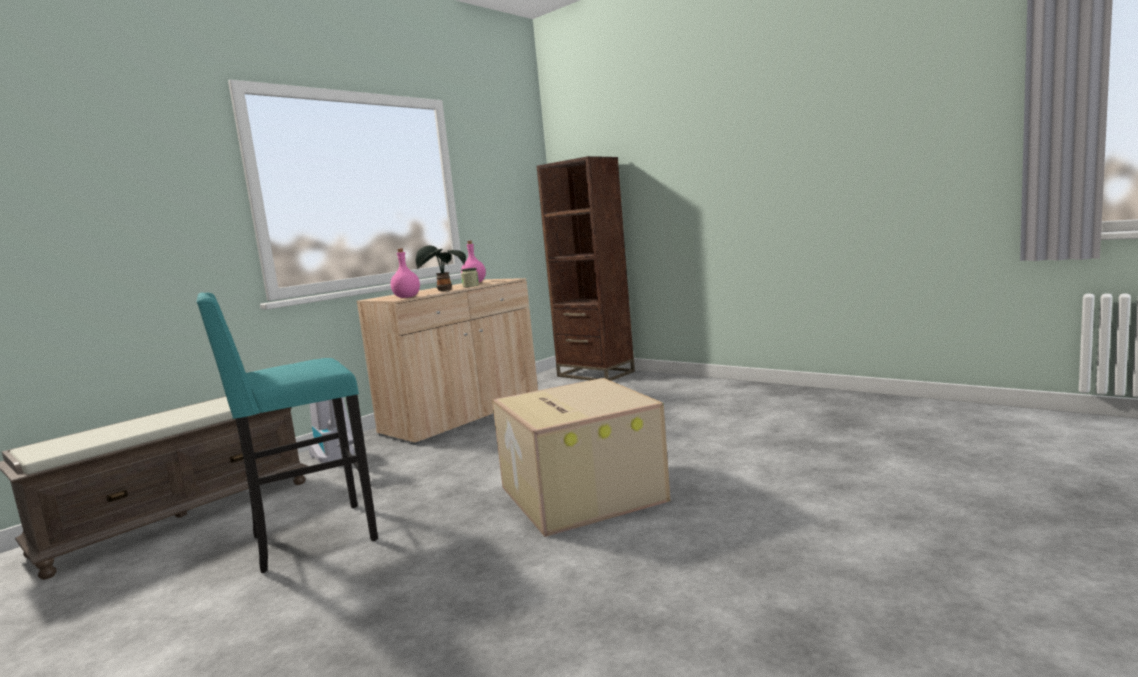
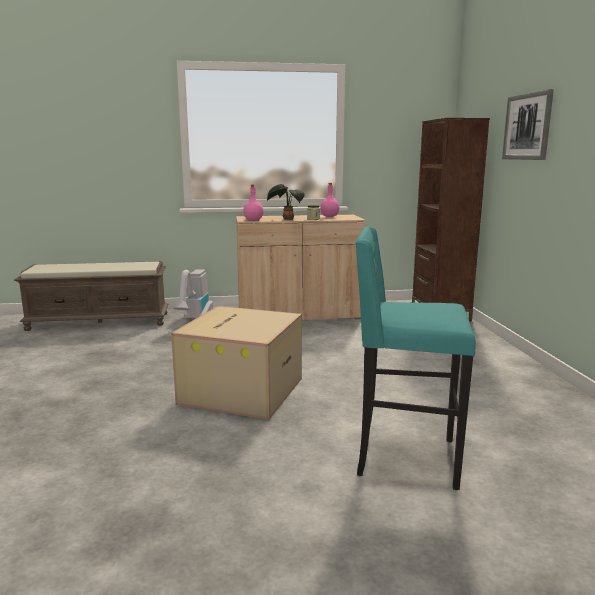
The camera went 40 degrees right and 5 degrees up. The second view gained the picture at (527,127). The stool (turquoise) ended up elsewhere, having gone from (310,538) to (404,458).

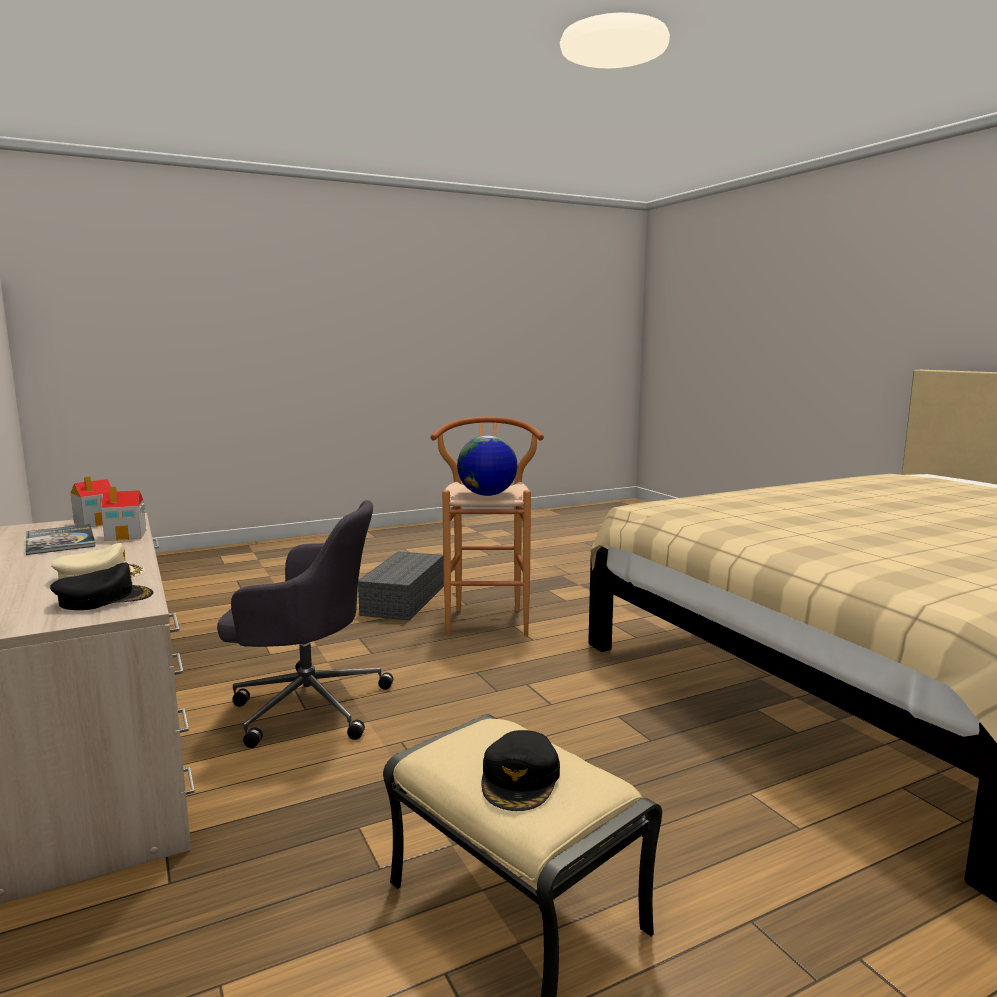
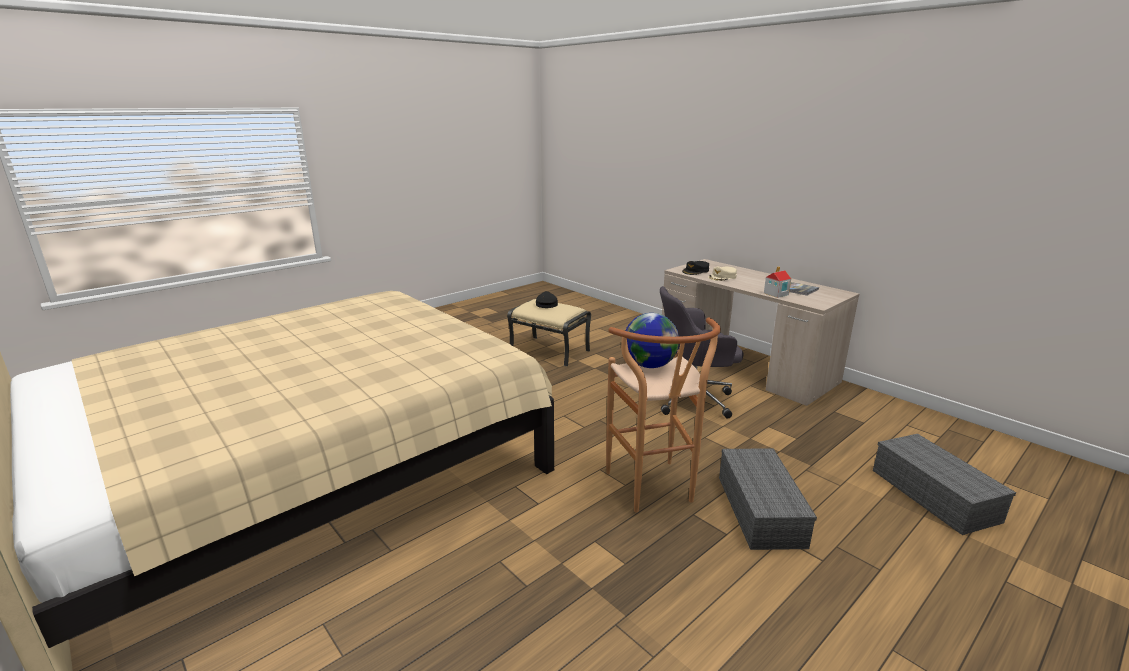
The camera went 165 degrees right and 10 degrees up. The second view lost the toy house at (96,522). The second view gained the storage box (grey) at (936,495).

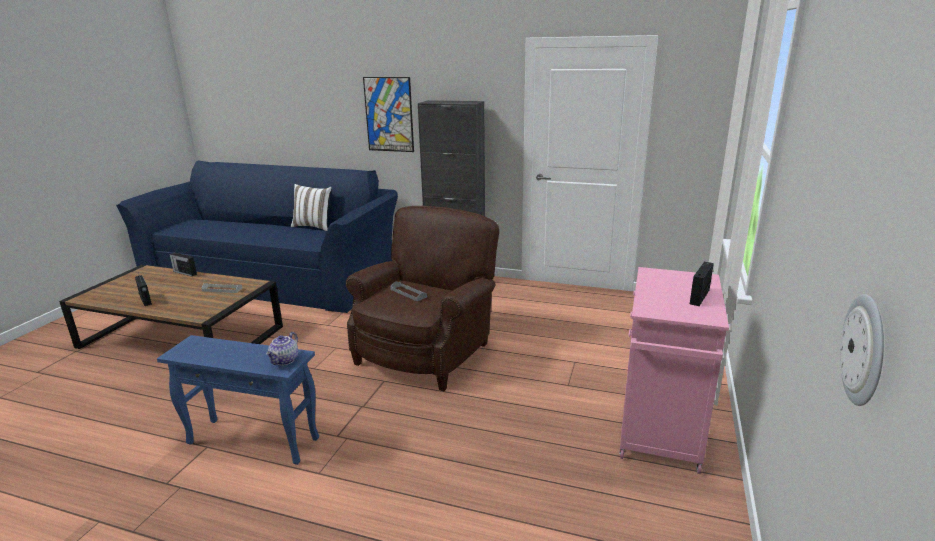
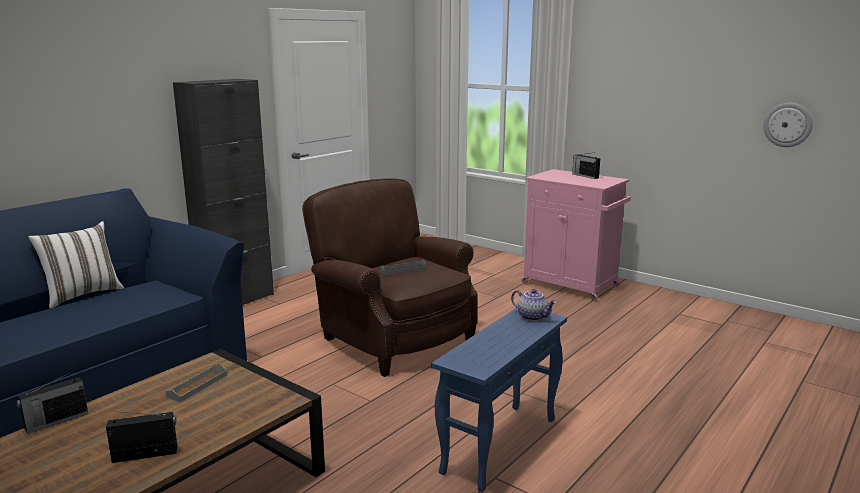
The camera went 70 degrees left and 5 degrees down. The second view lost the picture at (389,114).

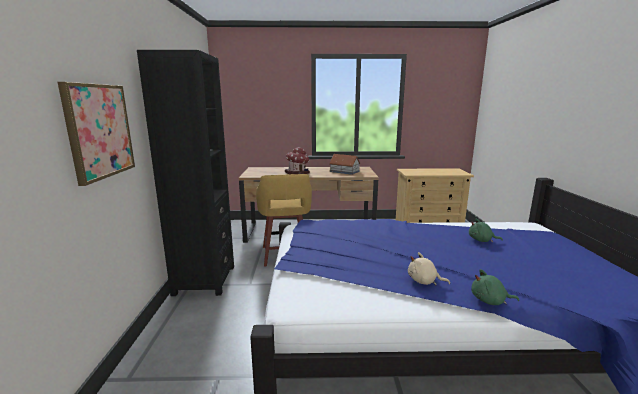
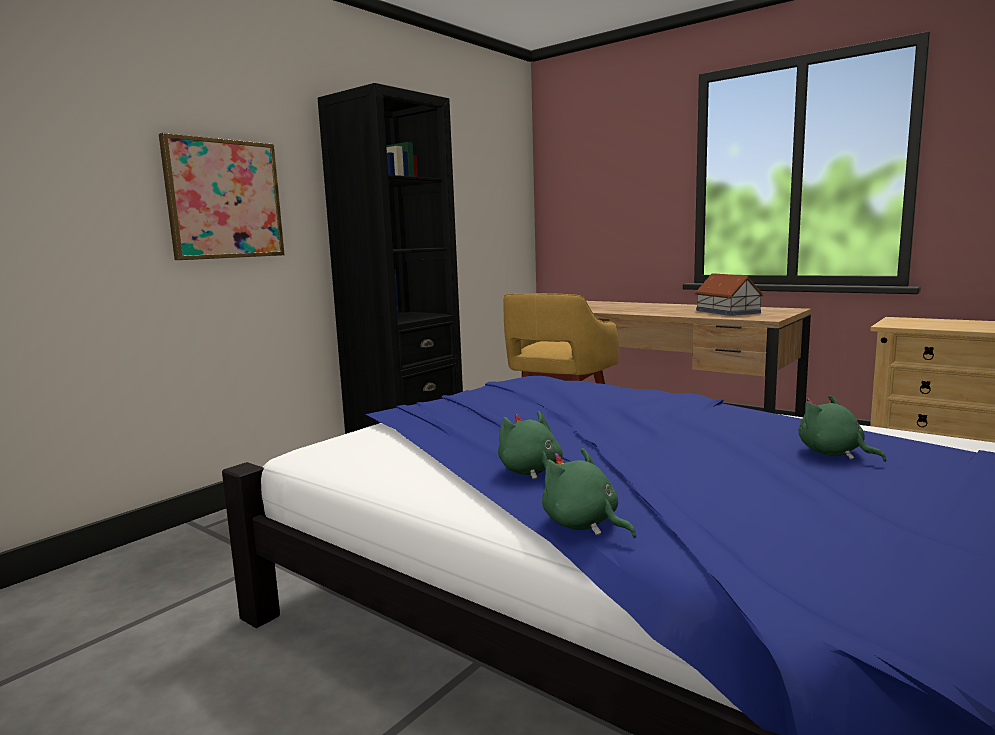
The camera went 40 degrees right and 5 degrees down. The second view lost the toy house at (297,173). What was the plush toy (beige) at (424,281) turned into the plush toy (green) at (531,472).

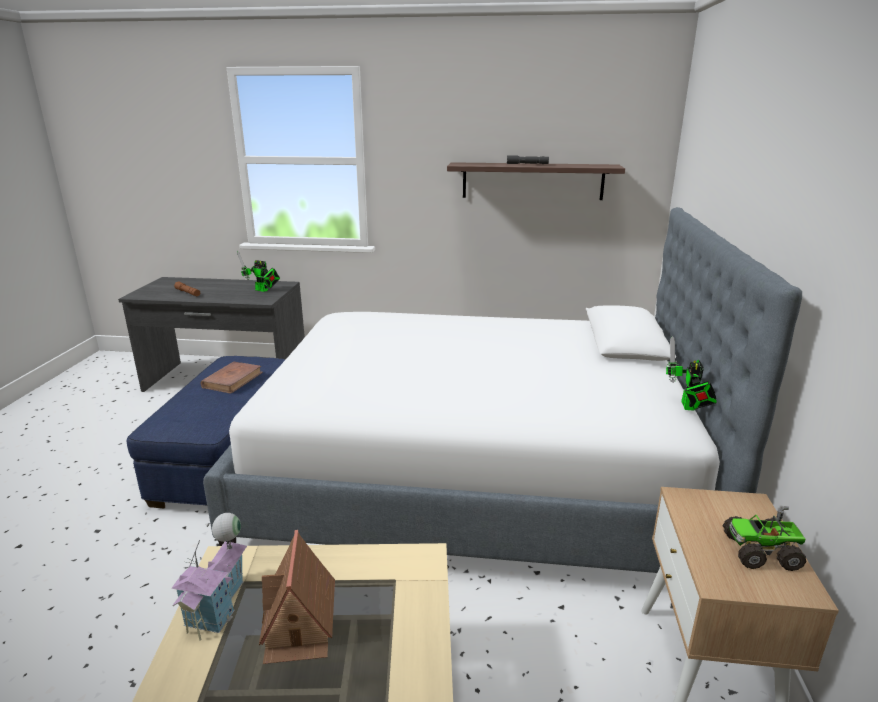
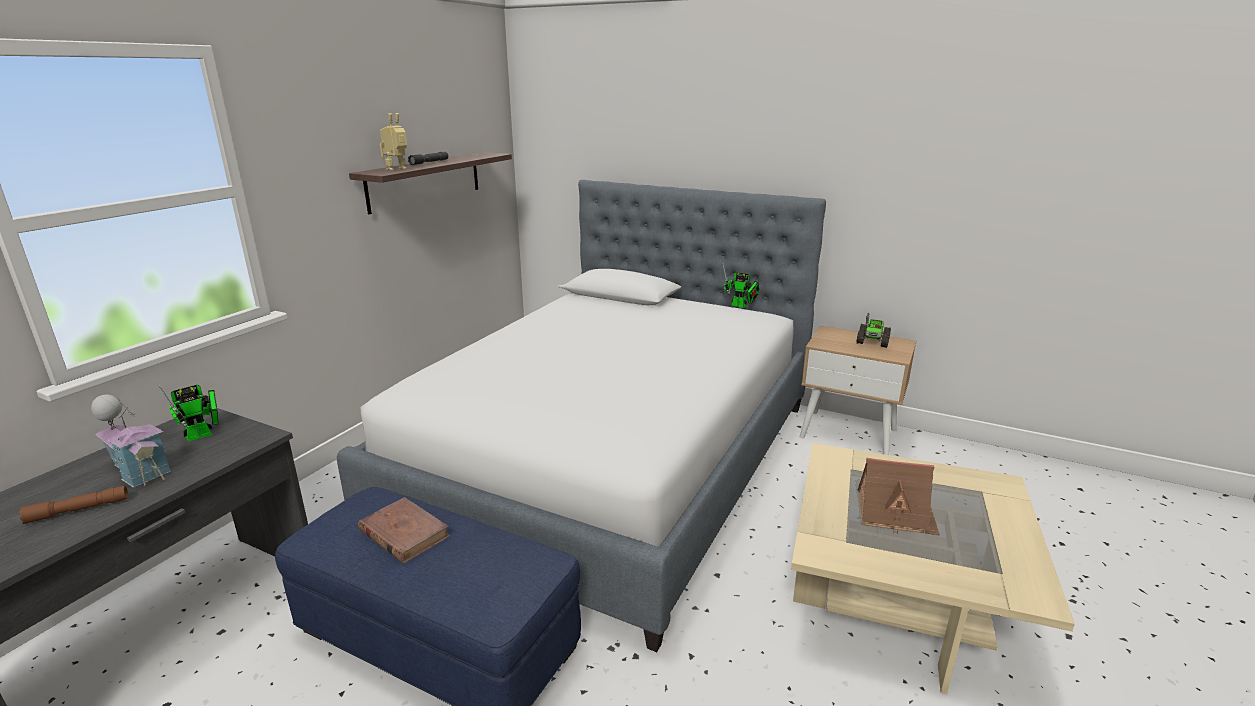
The camera went 70 degrees left and 0 degrees up. The second view gained the toy robot at (398,169). The toy house ended up elsewhere, having gone from (219,605) to (139,470).

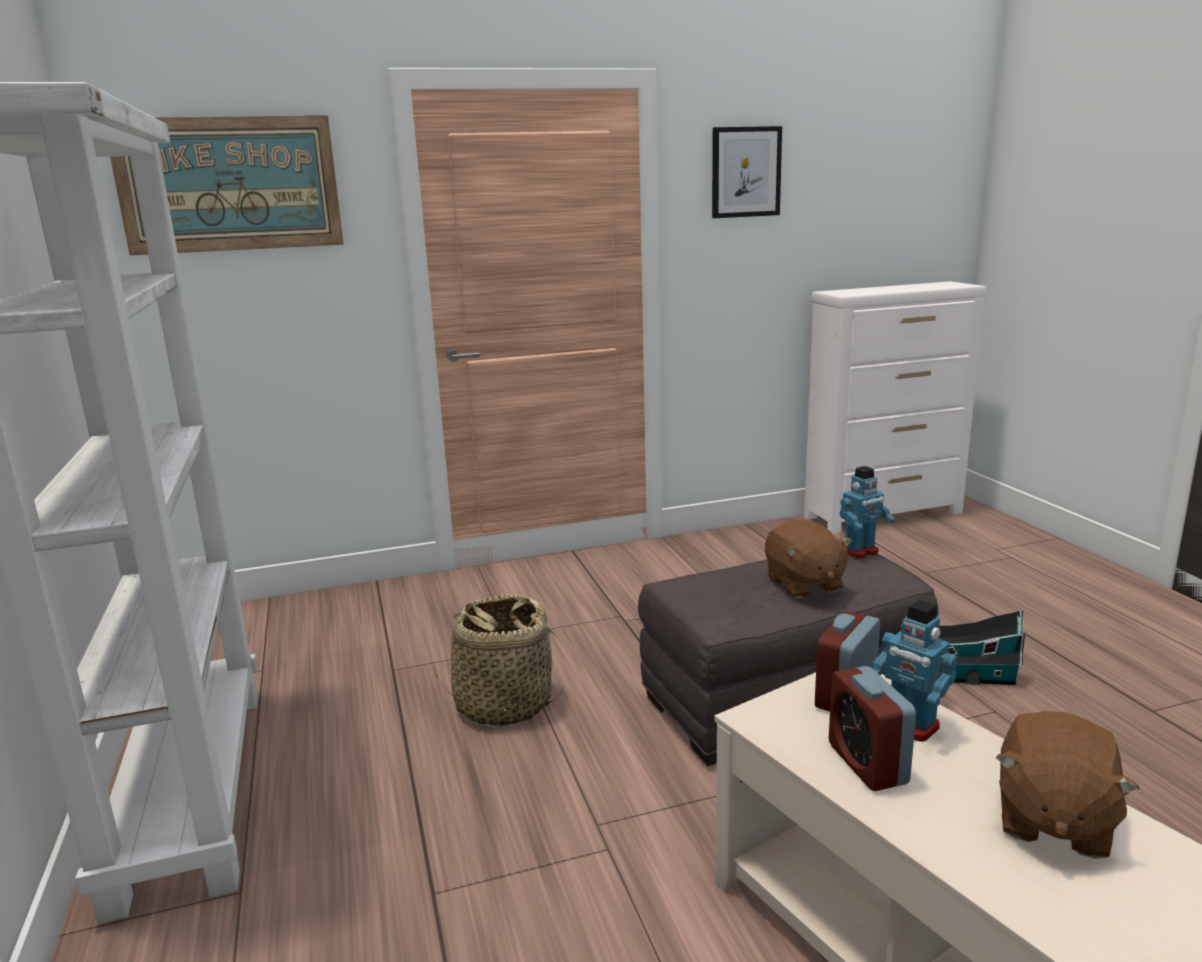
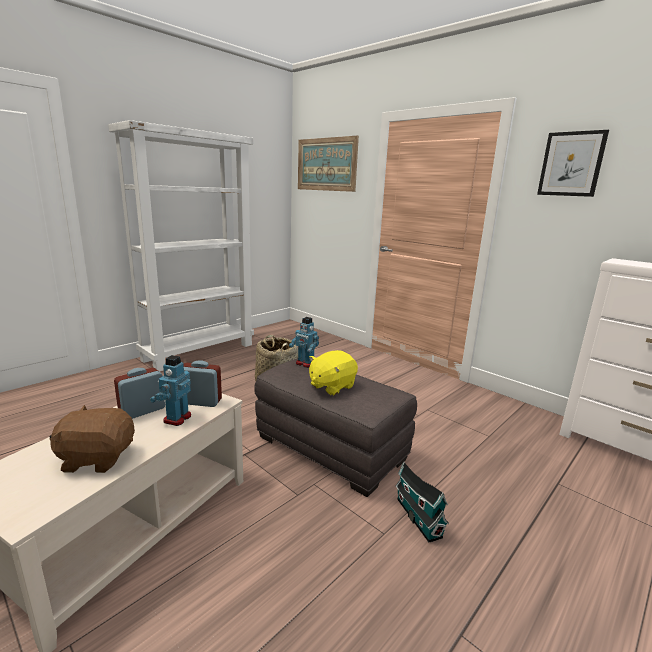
The camera went 60 degrees right and 0 degrees up. The toy robot ended up elsewhere, having gone from (860,552) to (305,364). What was the plush toy (brown) at (803,584) turned into the plush toy (yellow) at (331,386).

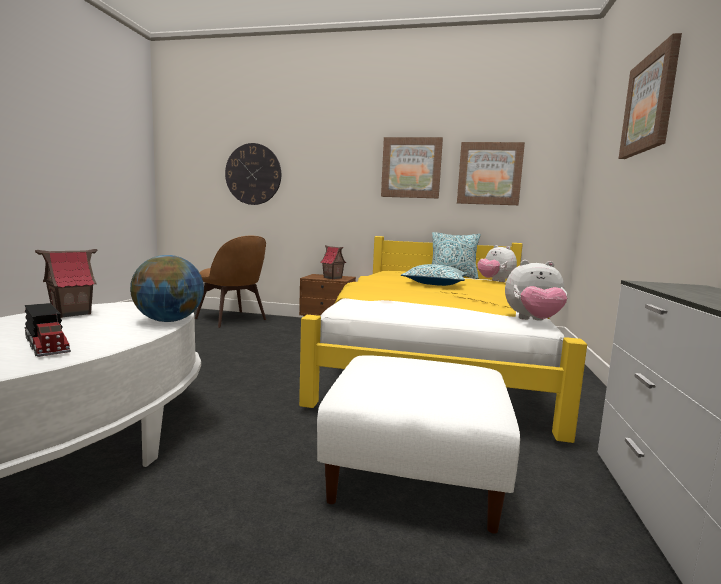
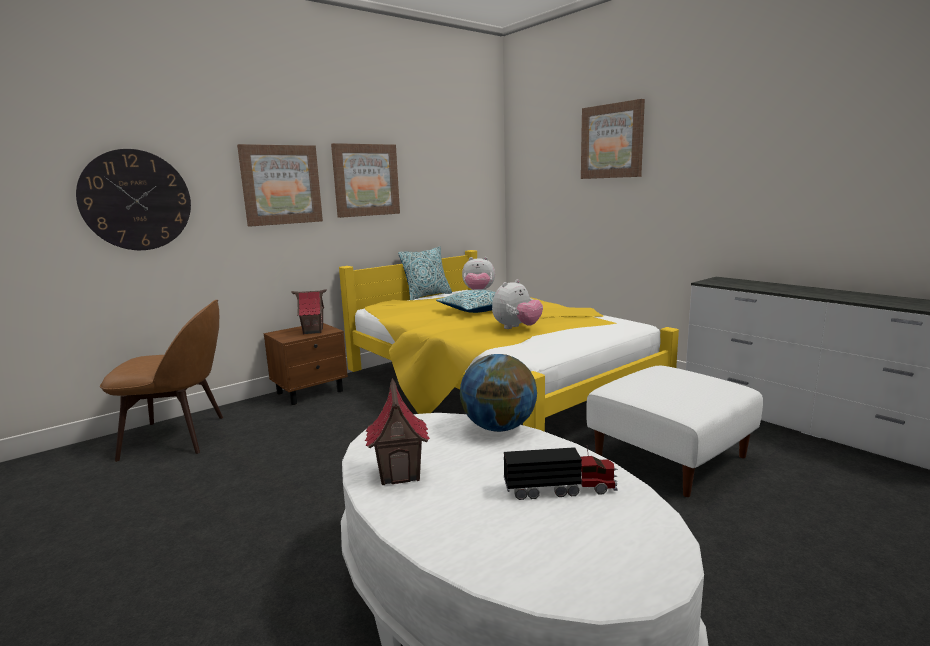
The camera went 50 degrees left and 5 degrees up. The picture ended up elsewhere, having gone from (489,174) to (281,185). The plush toy ended up elsewhere, having gone from (533,321) to (516,328).

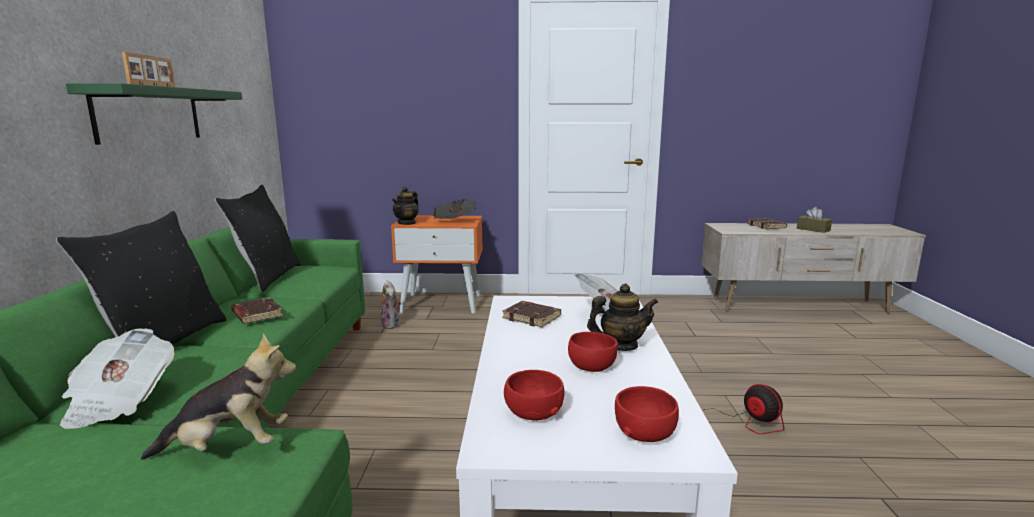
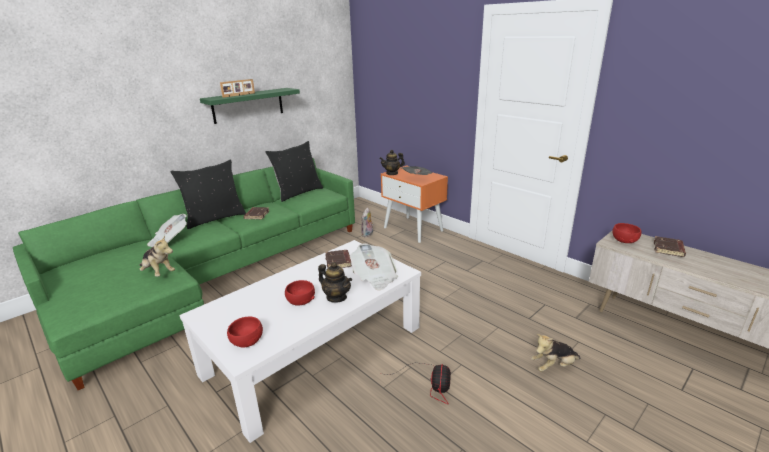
The camera went 45 degrees right and 10 degrees up. The second view lost the tissue box (brown) at (813,229). The second view gained the plush toy at (553,366). The bowl (red) ended up elsewhere, having gone from (533,412) to (624,240).

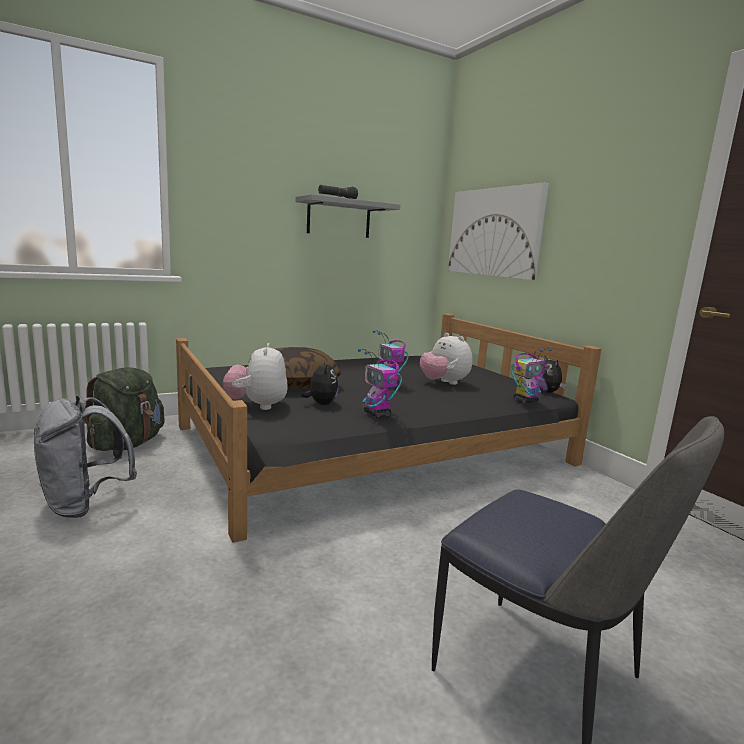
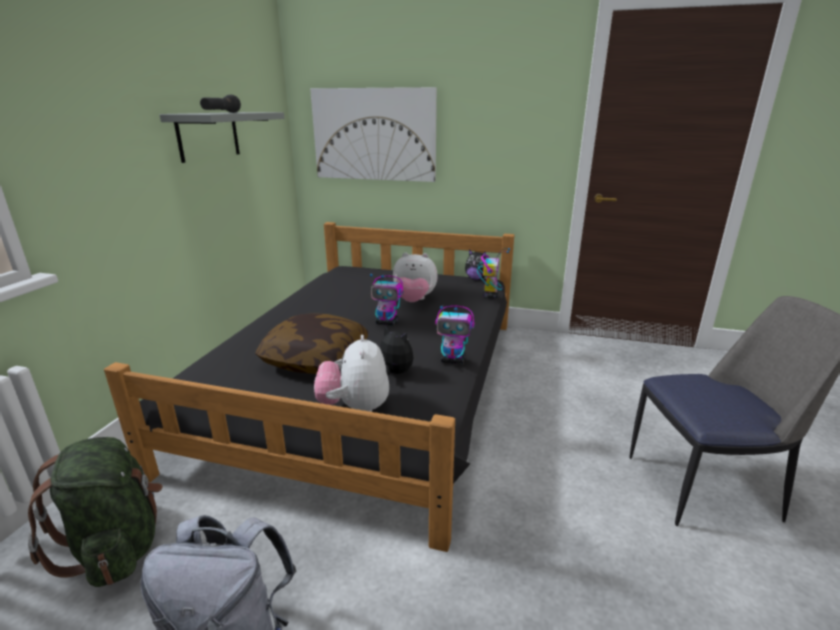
The camera went 45 degrees left and 10 degrees up. The plush toy at (257,406) ended up facing another way, 45 degrees clockwise from before.

